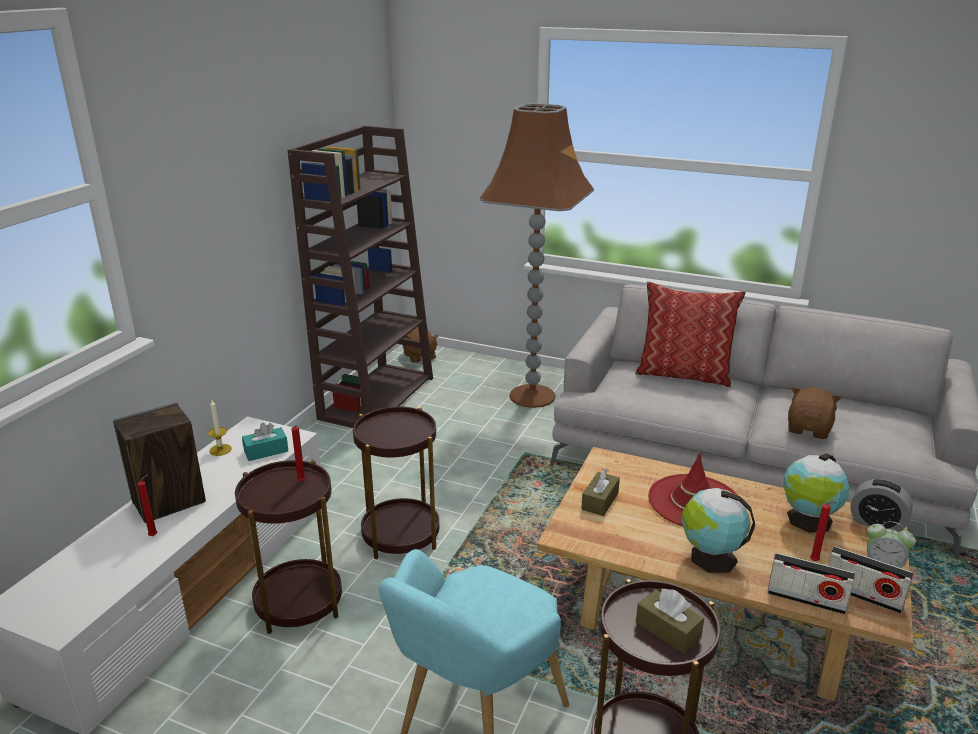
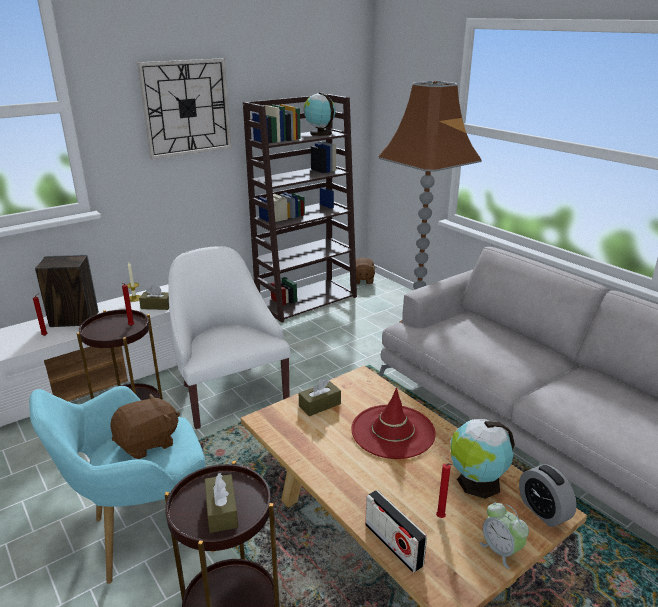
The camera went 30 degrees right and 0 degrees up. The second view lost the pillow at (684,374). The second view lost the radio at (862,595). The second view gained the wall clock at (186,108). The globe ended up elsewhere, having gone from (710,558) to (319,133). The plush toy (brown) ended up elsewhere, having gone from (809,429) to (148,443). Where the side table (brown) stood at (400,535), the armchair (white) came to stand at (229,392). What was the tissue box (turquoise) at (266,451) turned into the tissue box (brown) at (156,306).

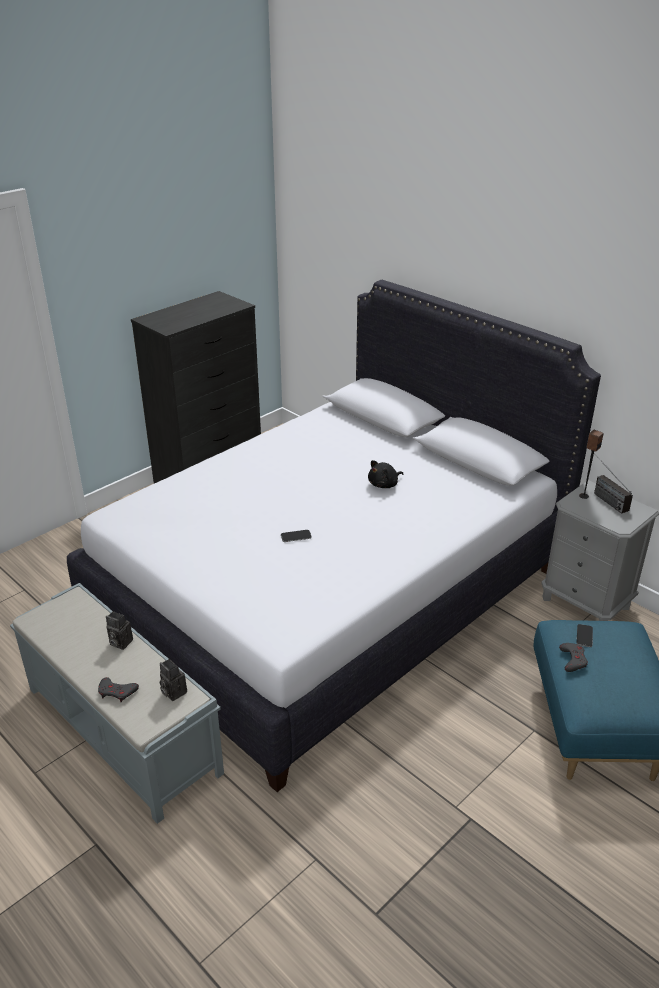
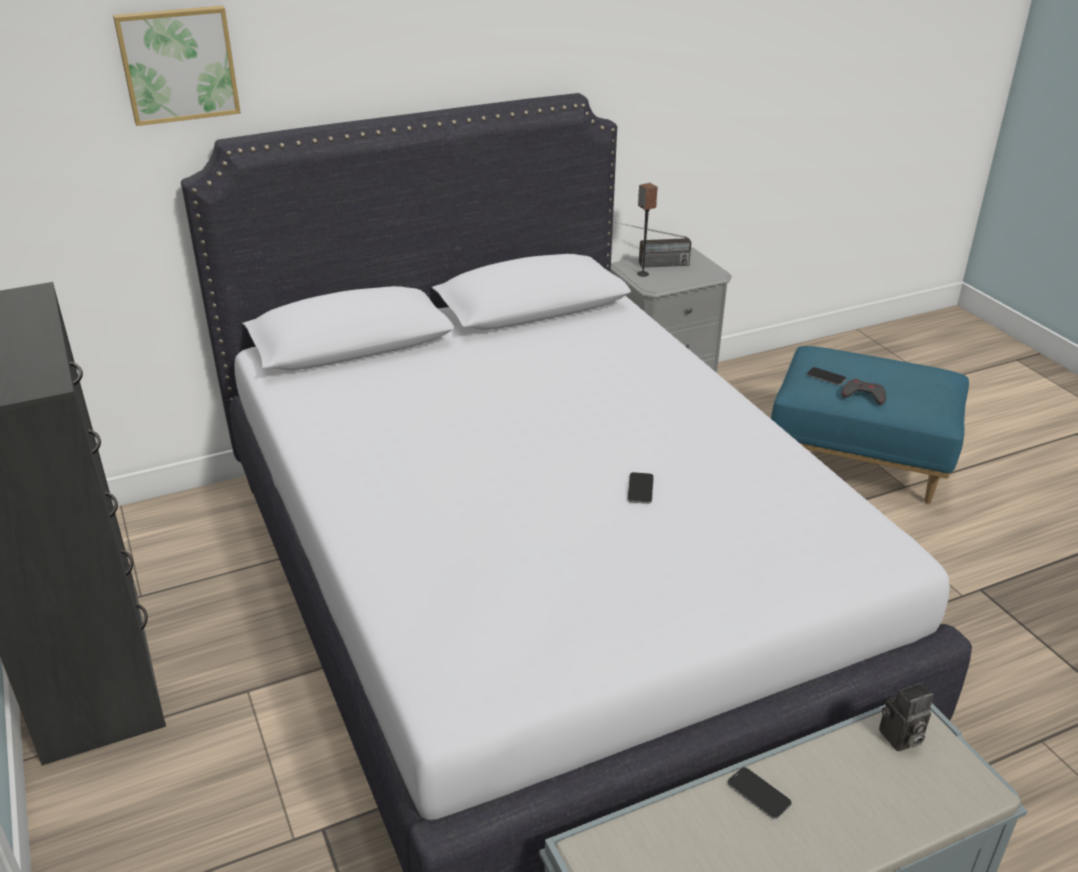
The camera went 70 degrees left and 0 degrees up. The second view lost the game controller (grey) at (117,692). The second view lost the plush toy (black) at (384,484). The second view gained the picture at (178,64). Where the photo camera stood at (119,642), the phone came to stand at (758,794).

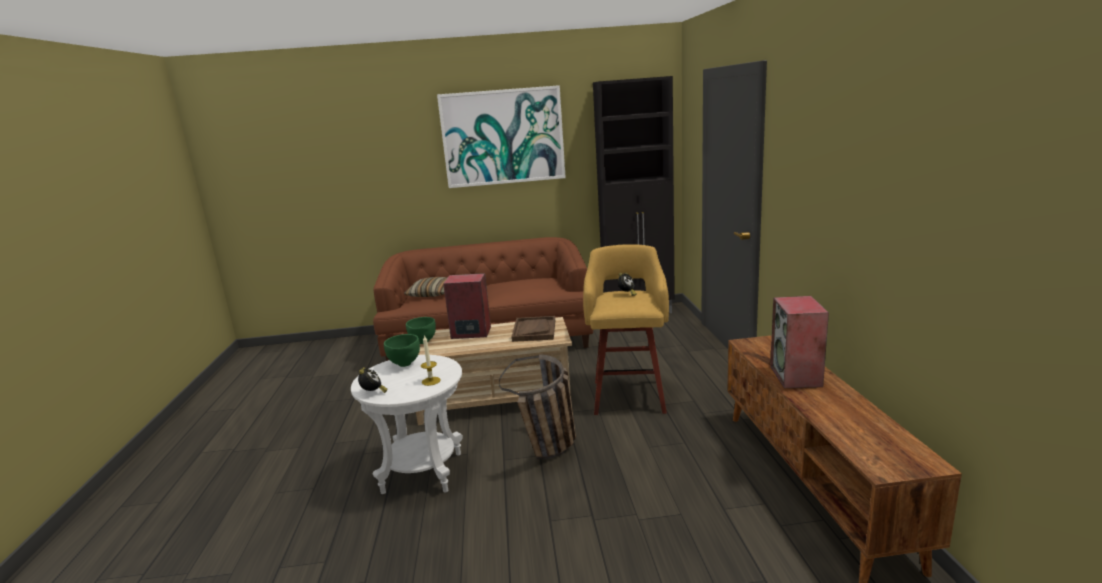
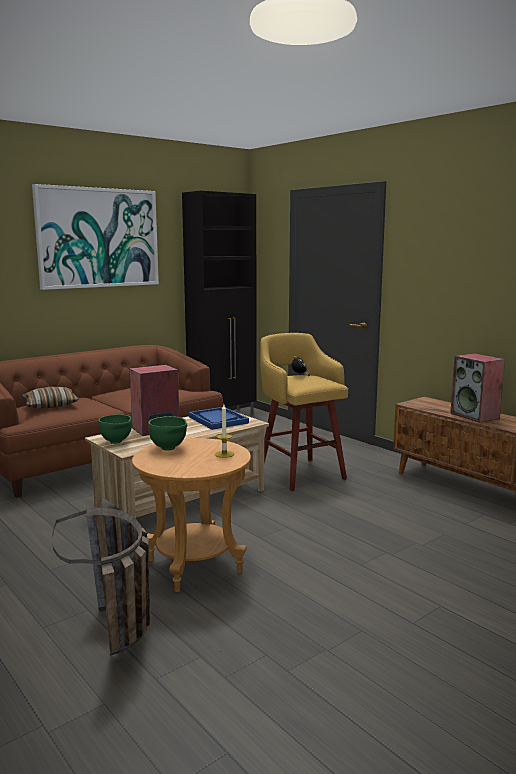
The camera went 35 degrees left and 5 degrees down. The second view lost the alarm clock at (373,393). The basket ended up elsewhere, having gone from (549,450) to (120,639). What was the side table (white) at (422,472) turned into the side table (brown) at (194,565). What was the tray (brown) at (534,330) turned into the tray (blue) at (218,420).

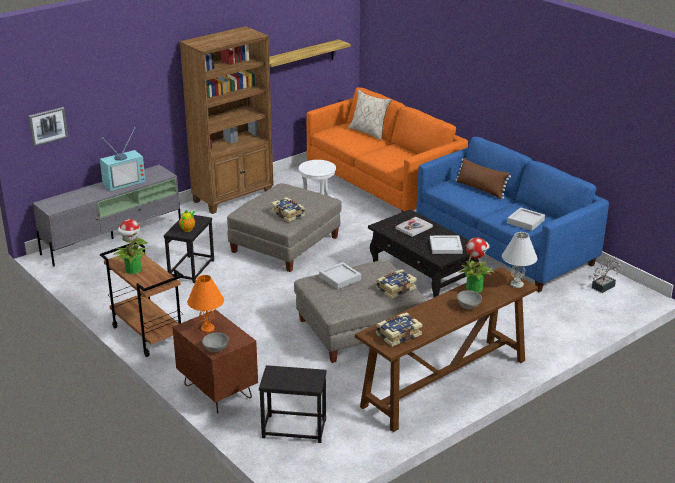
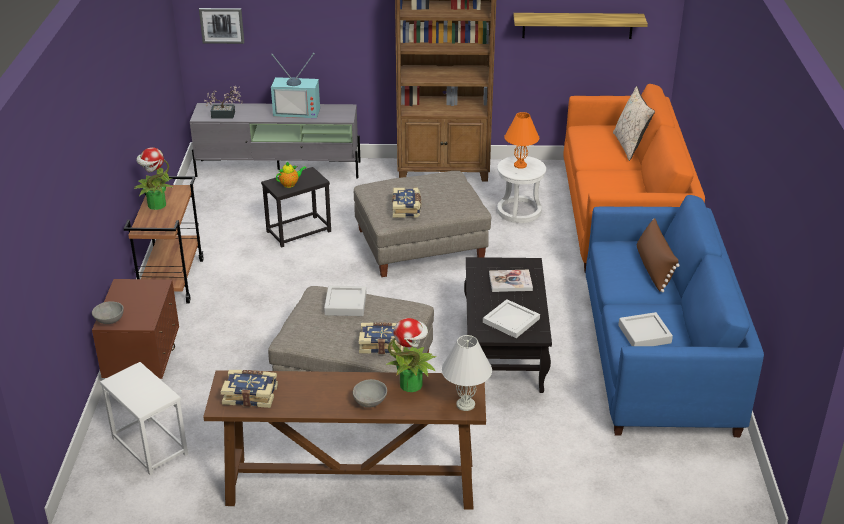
The camera went 40 degrees right and 5 degrees up. The table lamp (orange) ended up elsewhere, having gone from (207,328) to (520,165). The potted plant ended up elsewhere, having gone from (605,286) to (226,115). What was the side table (black) at (294,429) turned into the side table (white) at (149,446).

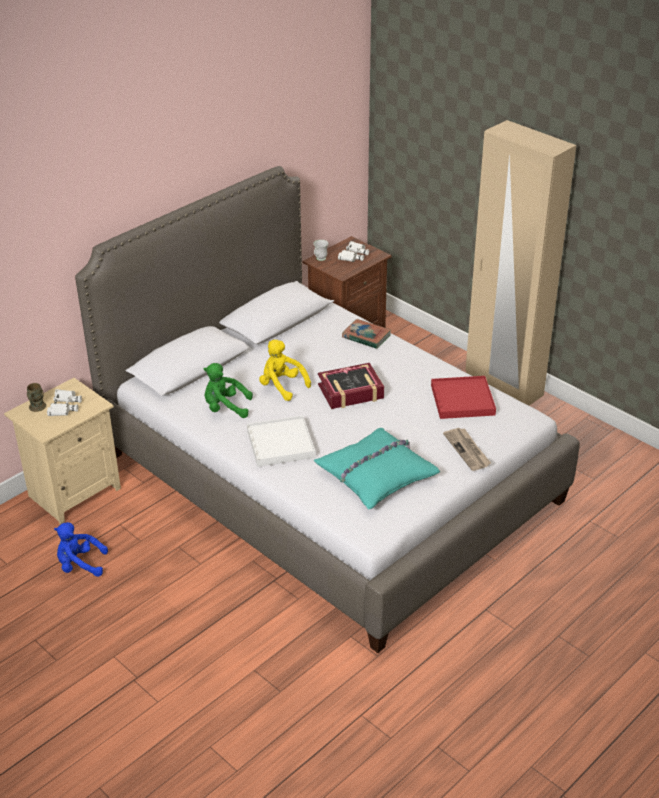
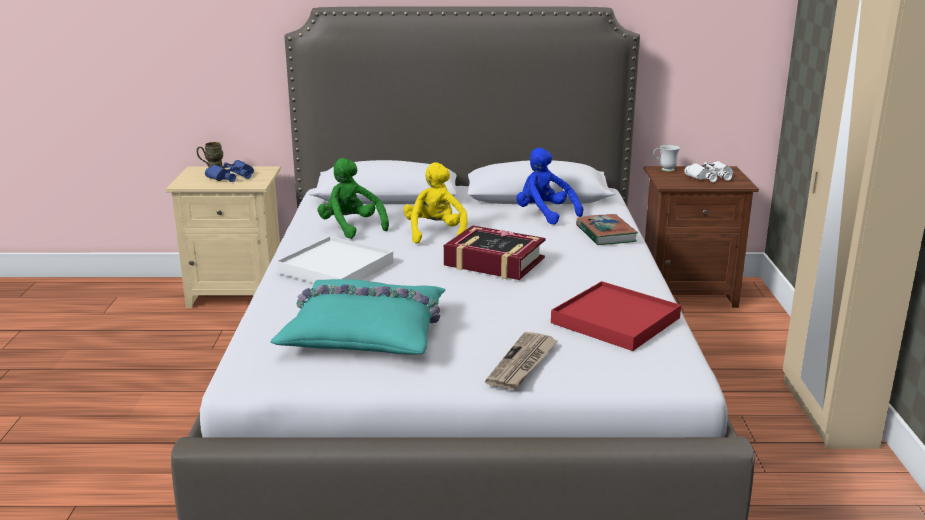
The camera went 45 degrees right and 15 degrees down. The plush toy (blue) ended up elsewhere, having gone from (80,565) to (544,214). What was the binoculars (white) at (64,406) turned into the binoculars (blue) at (231,177).

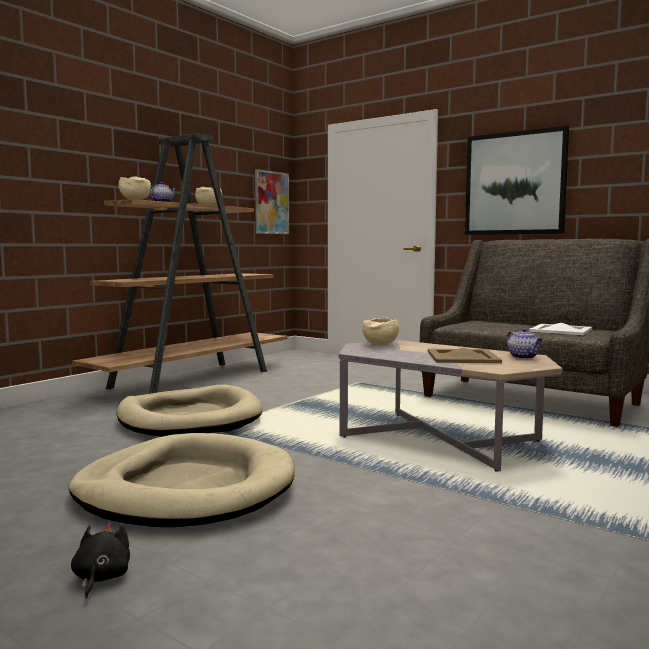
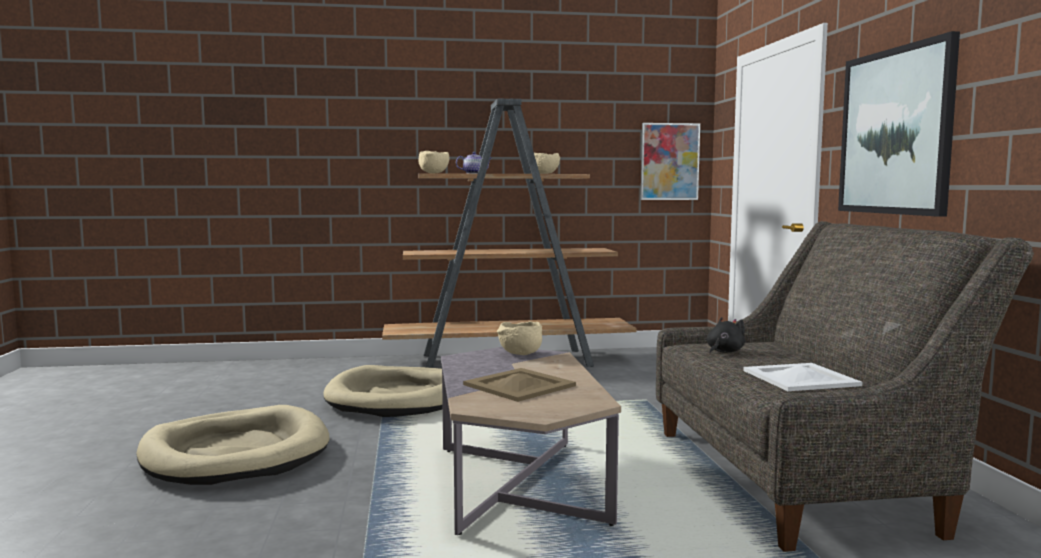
The camera went 45 degrees right and 0 degrees up. The second view lost the teapot at (524,357). The plush toy (black) ended up elsewhere, having gone from (100,578) to (724,351).

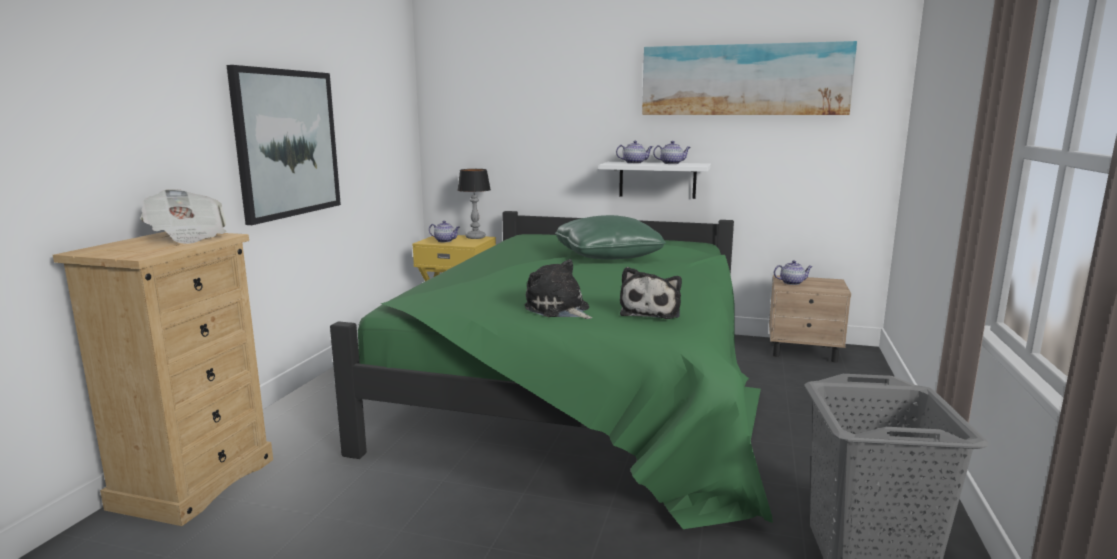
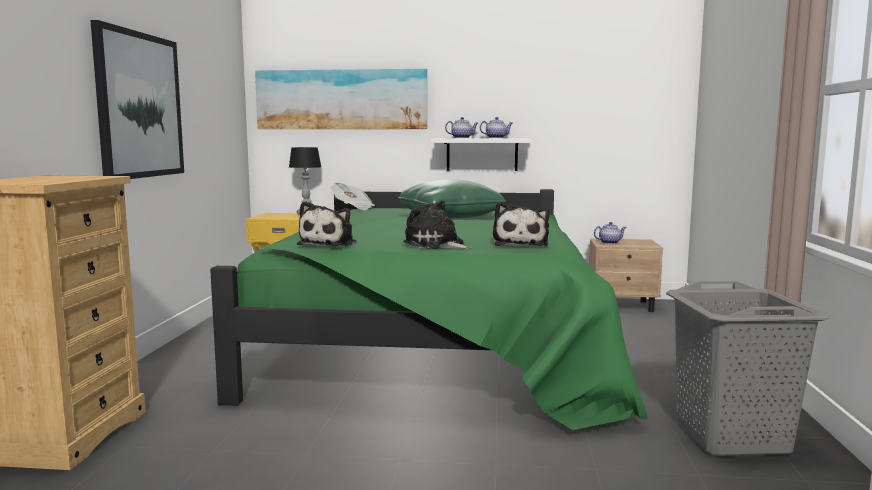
The camera went 10 degrees left and 5 degrees down. The second view lost the teapot at (445,241). The second view gained the plush toy at (330,244). The newspaper ended up elsewhere, having gone from (187,237) to (353,208). The picture ended up elsewhere, having gone from (743,80) to (341,99).

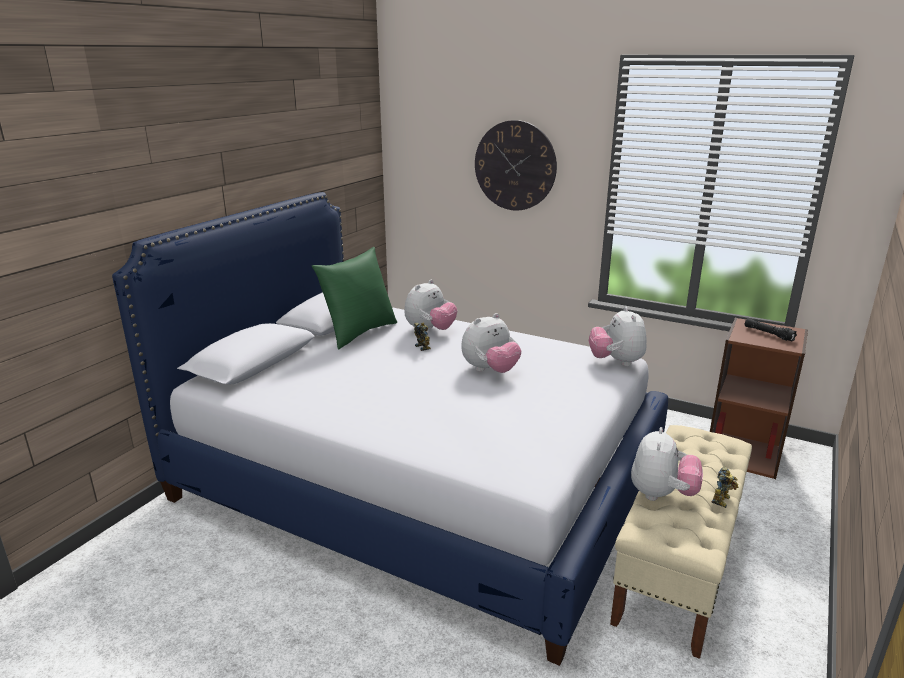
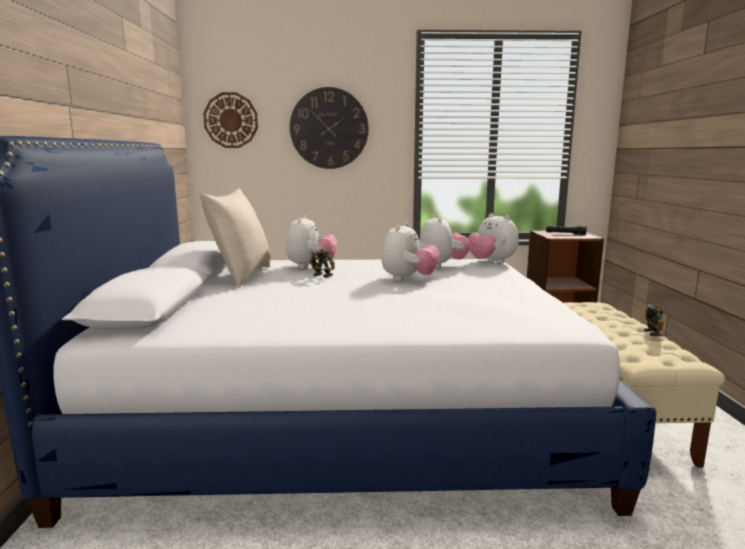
The camera went 30 degrees left and 10 degrees down. The second view gained the wall clock at (231,120). The plush toy ended up elsewhere, having gone from (661,495) to (441,265). What was the pillow (green) at (359,332) turned into the pillow (beige) at (241,276).

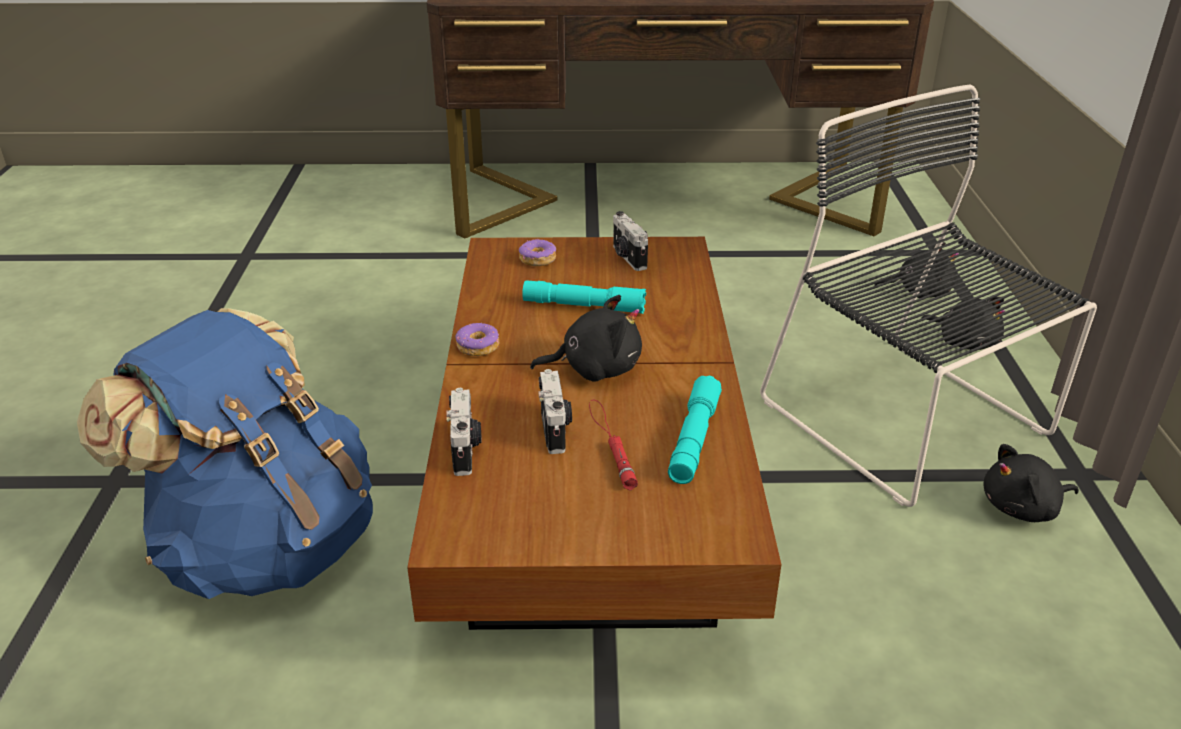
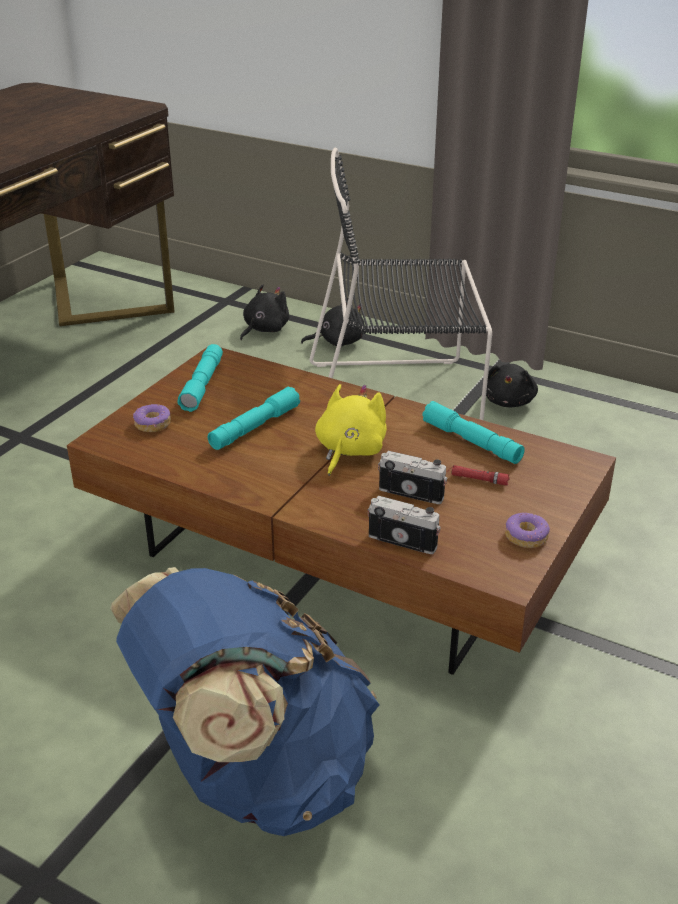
The camera went 60 degrees left and 0 degrees up. The donut ended up elsewhere, having gone from (478,346) to (526,536). Where the photo camera stood at (627,257), the flashlight (turquoise) came to stand at (202,385). What was the plush toy (black) at (595,368) turned into the plush toy (yellow) at (349,451).

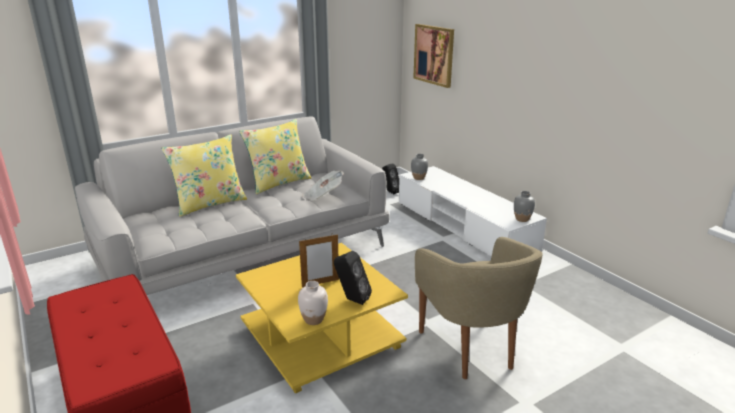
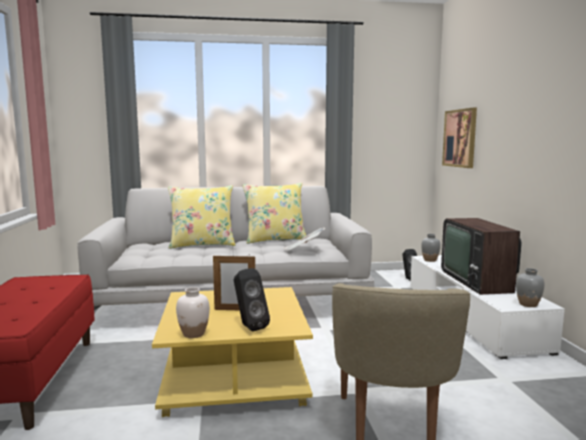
The camera went 25 degrees right and 15 degrees down. The second view gained the television at (479,280).

